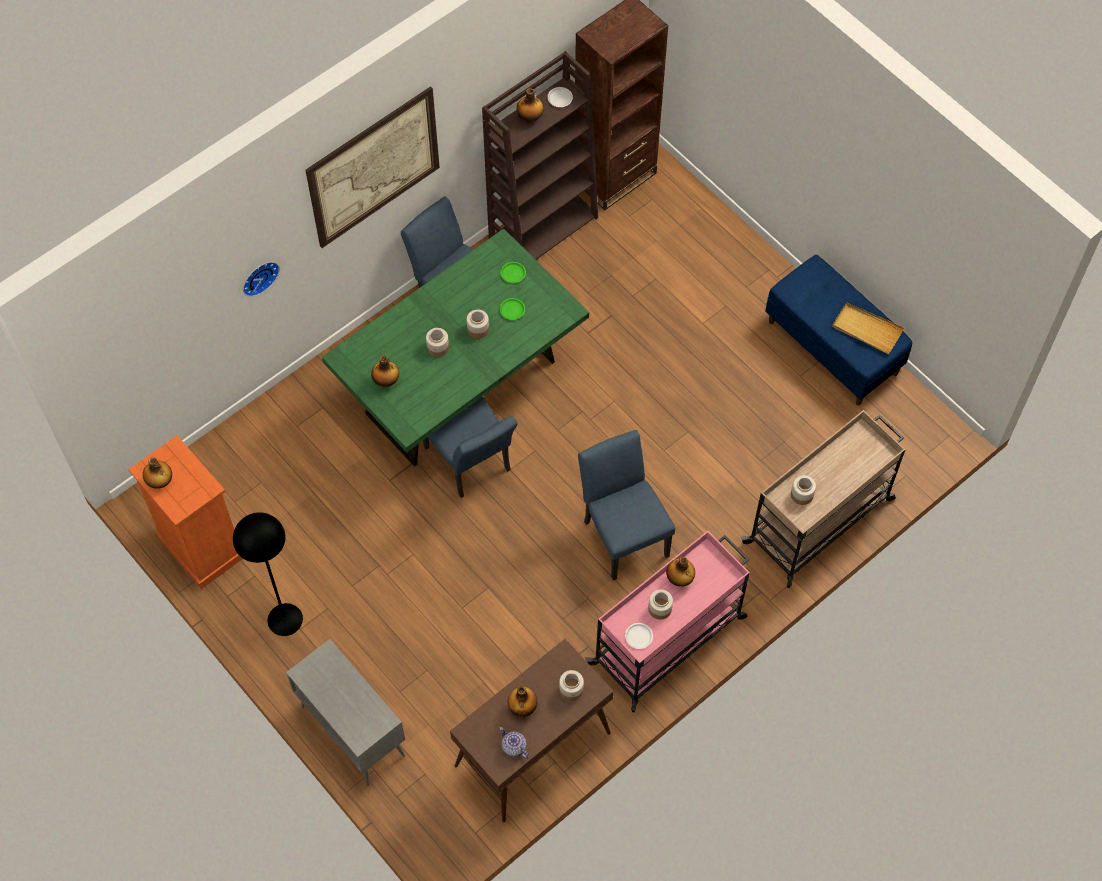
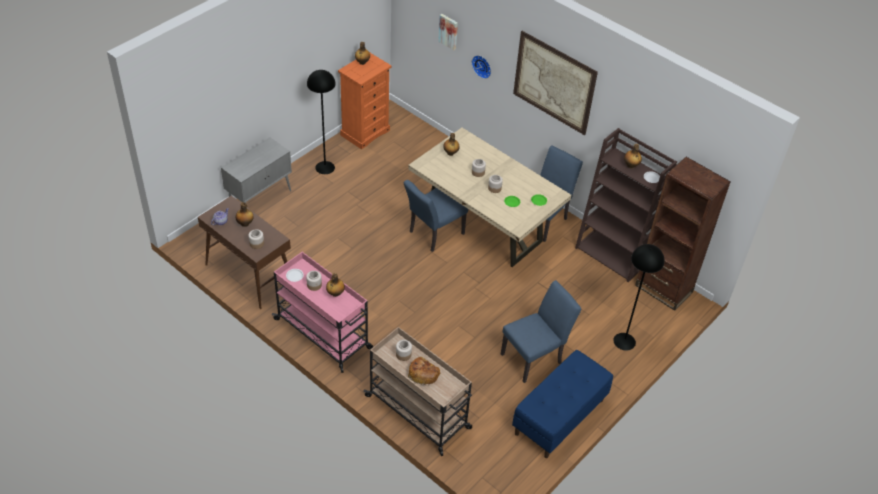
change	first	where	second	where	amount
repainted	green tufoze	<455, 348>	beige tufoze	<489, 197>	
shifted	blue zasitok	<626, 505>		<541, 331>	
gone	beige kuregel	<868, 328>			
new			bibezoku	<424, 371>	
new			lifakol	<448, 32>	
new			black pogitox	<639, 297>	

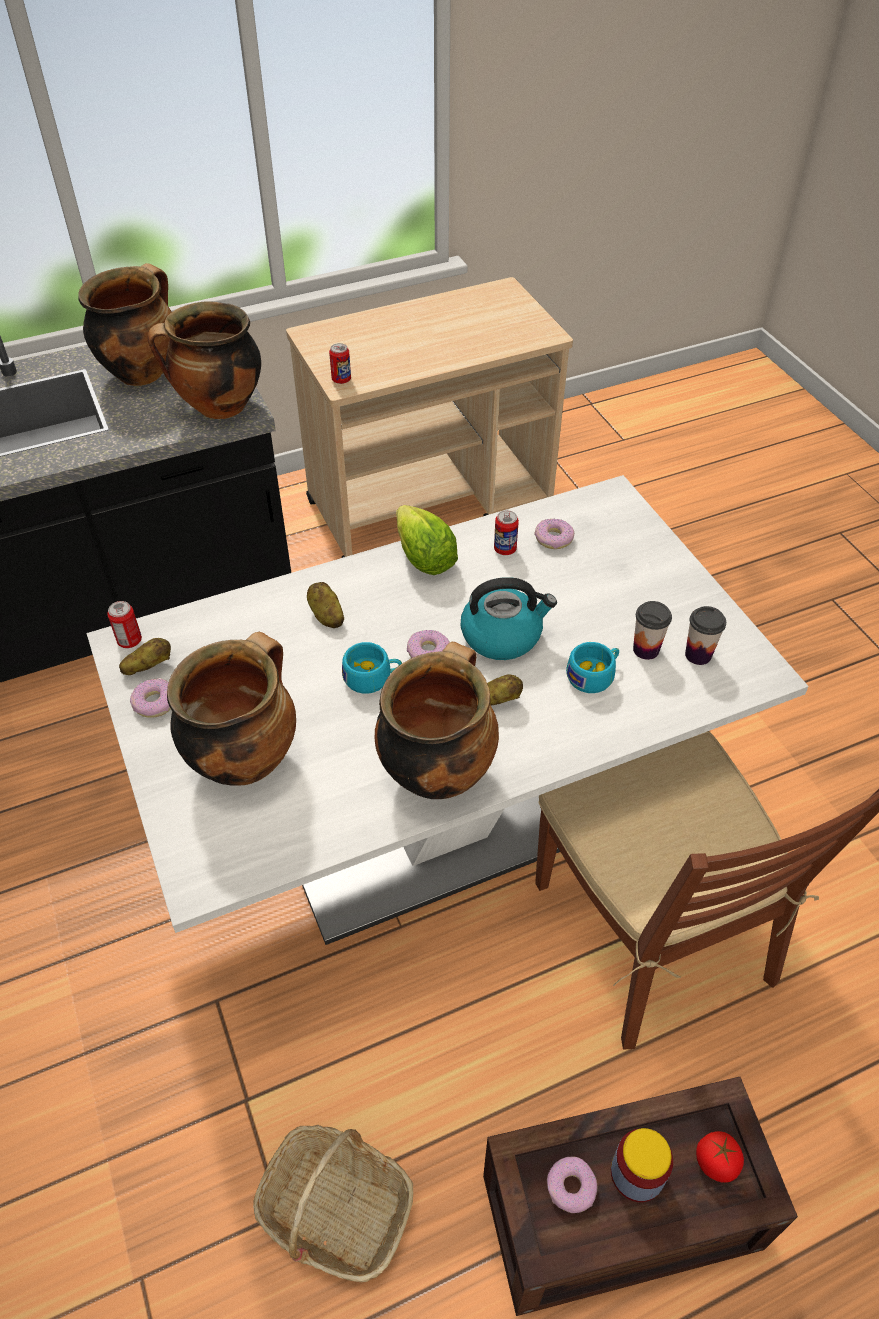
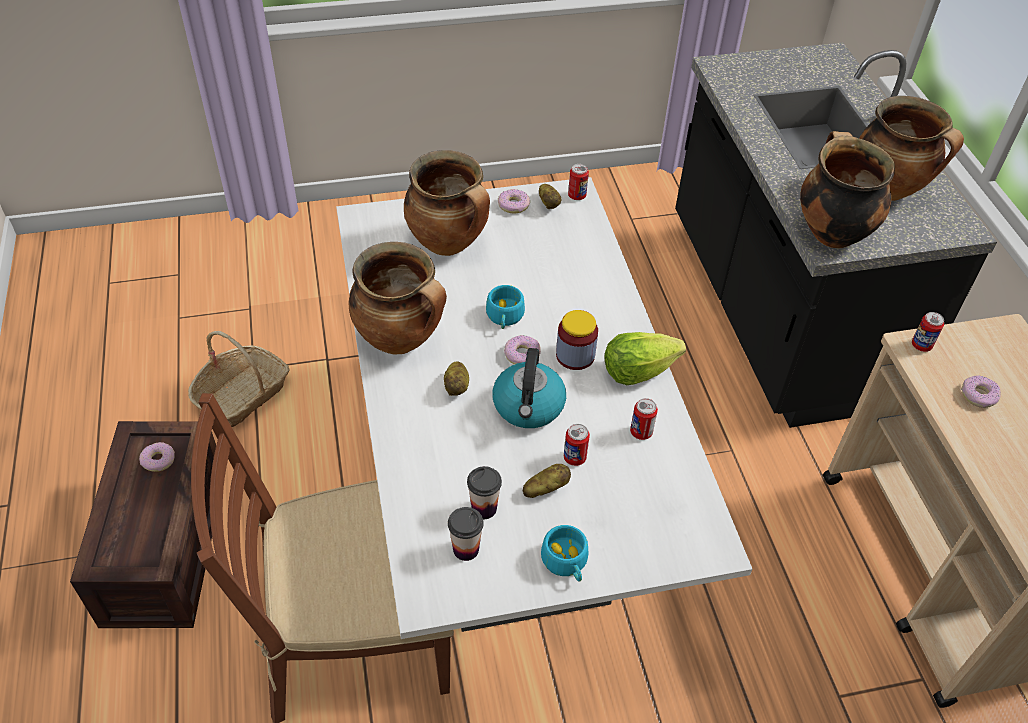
change	first	where	second	where	amount
shifted	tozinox	<325, 605>		<547, 481>	
shifted	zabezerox	<554, 534>		<981, 392>	
shifted	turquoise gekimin	<592, 667>		<564, 553>	
shifted	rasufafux	<642, 1165>		<577, 340>	
gone	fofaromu	<720, 1157>			
new			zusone	<577, 445>	

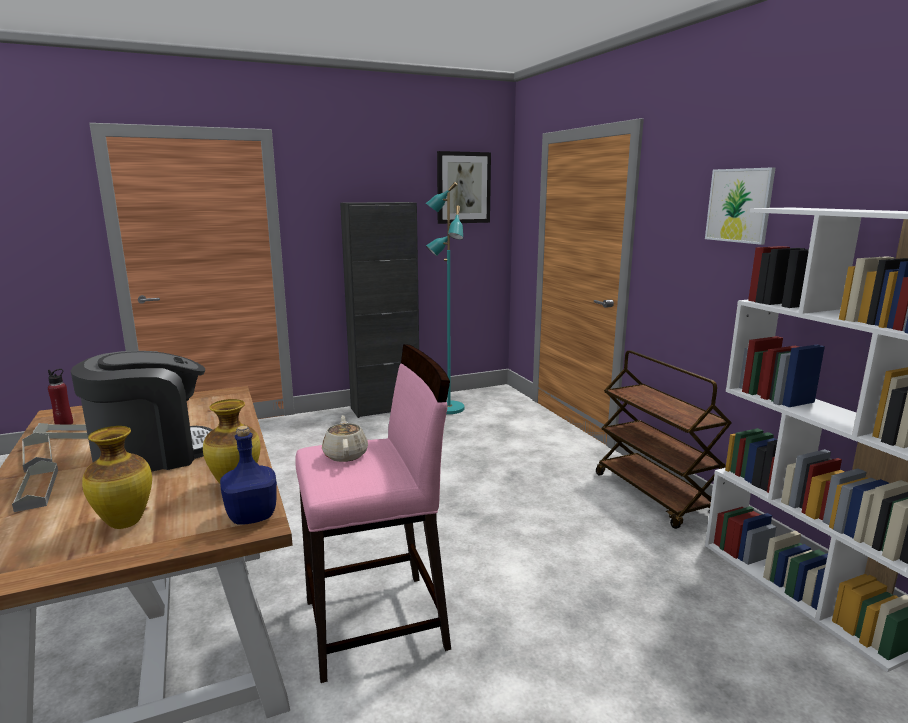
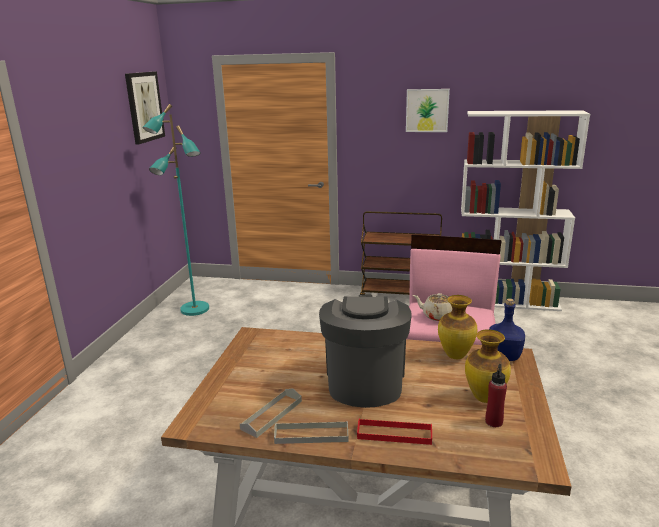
change	first	where	second	where	amount
repainted	grey kuregel	<35, 486>	red kuregel	<394, 431>	
shifted	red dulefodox	<60, 396>		<496, 395>	
gone	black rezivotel	<379, 310>			

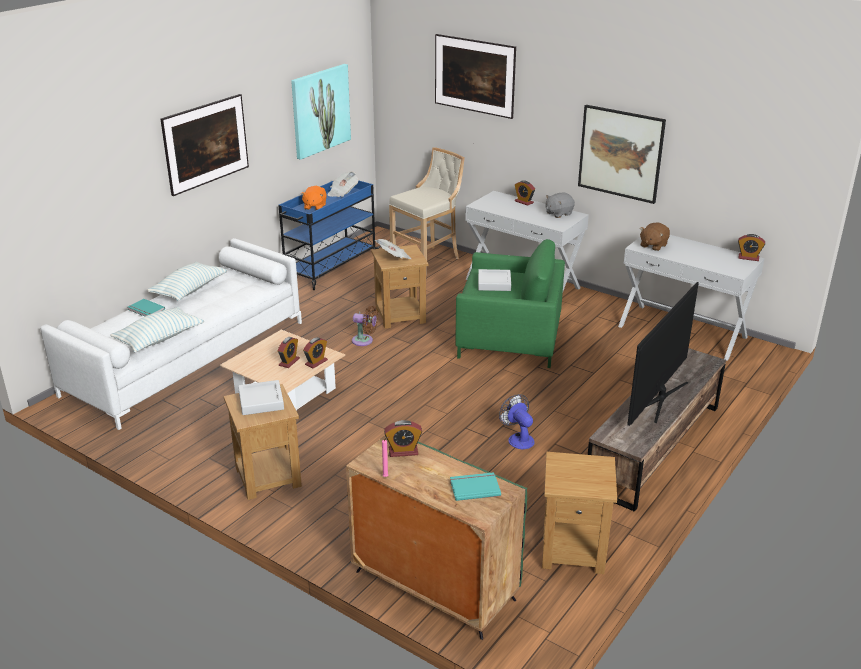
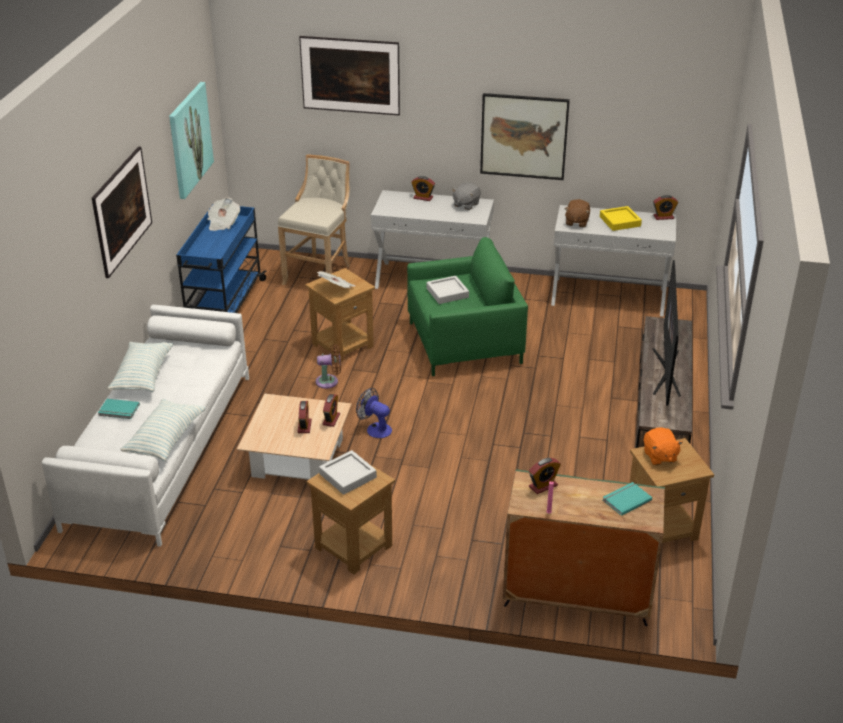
change	first	where	second	where	amount
shifted	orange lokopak	<314, 198>		<663, 446>	
shifted	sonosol	<517, 421>		<374, 413>	
new			yellow kuregel	<621, 218>	

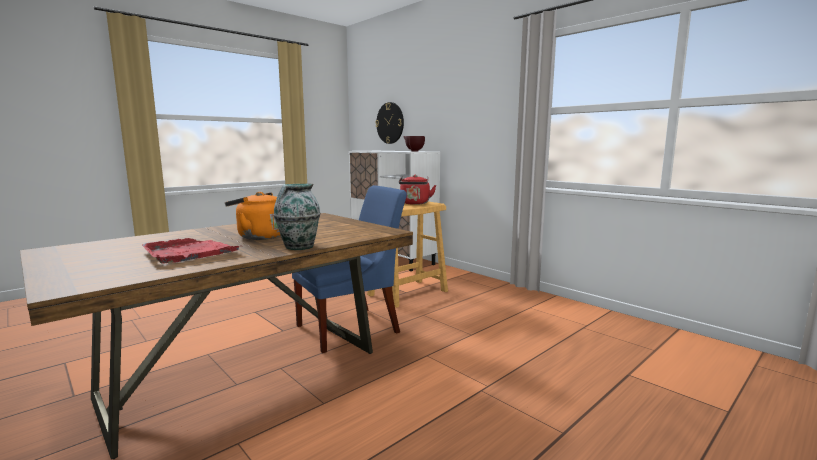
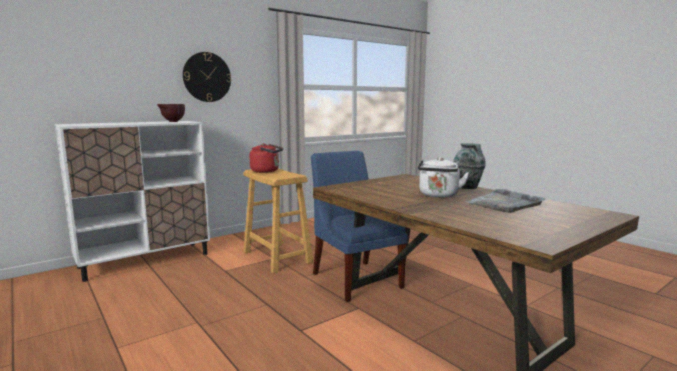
change	first	where	second	where	amount
repainted	red kuregel	<190, 250>	grey kuregel	<506, 201>	
repainted	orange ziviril	<253, 216>	white ziviril	<443, 177>	
shifted	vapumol	<389, 123>		<207, 77>	

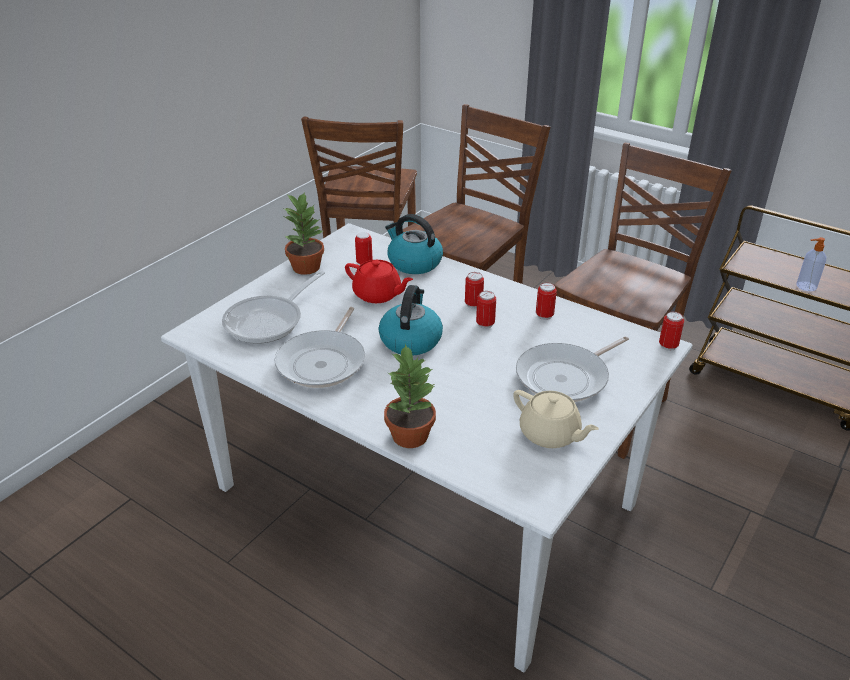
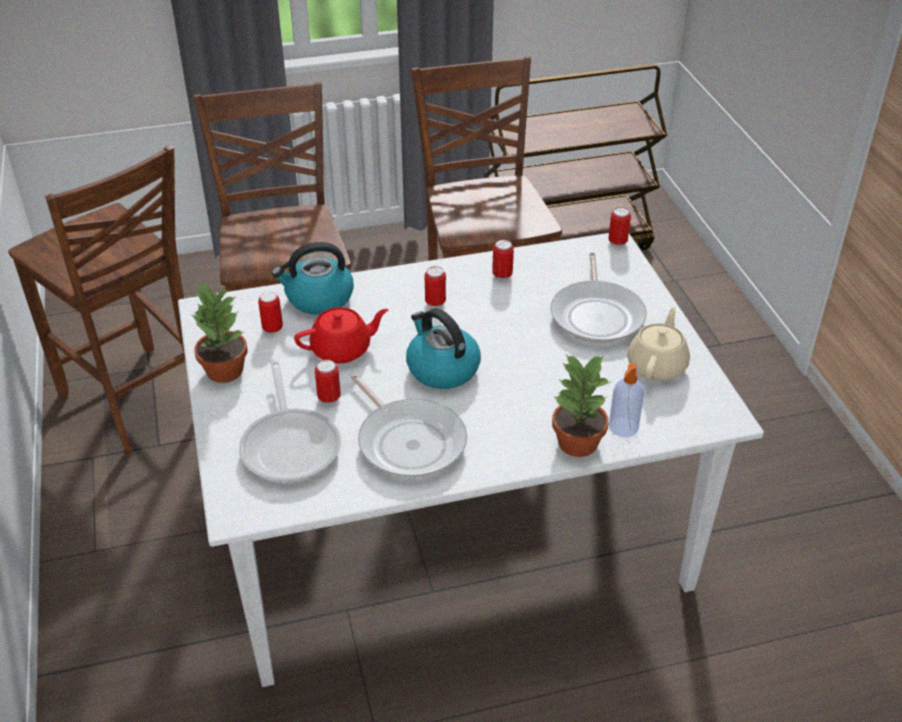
change	first	where	second	where	amount
shifted	zusone	<486, 310>		<328, 382>	
rotated	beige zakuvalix	<556, 419>		<658, 344>	60 degrees counterclockwise
shifted	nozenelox	<811, 264>		<626, 400>	

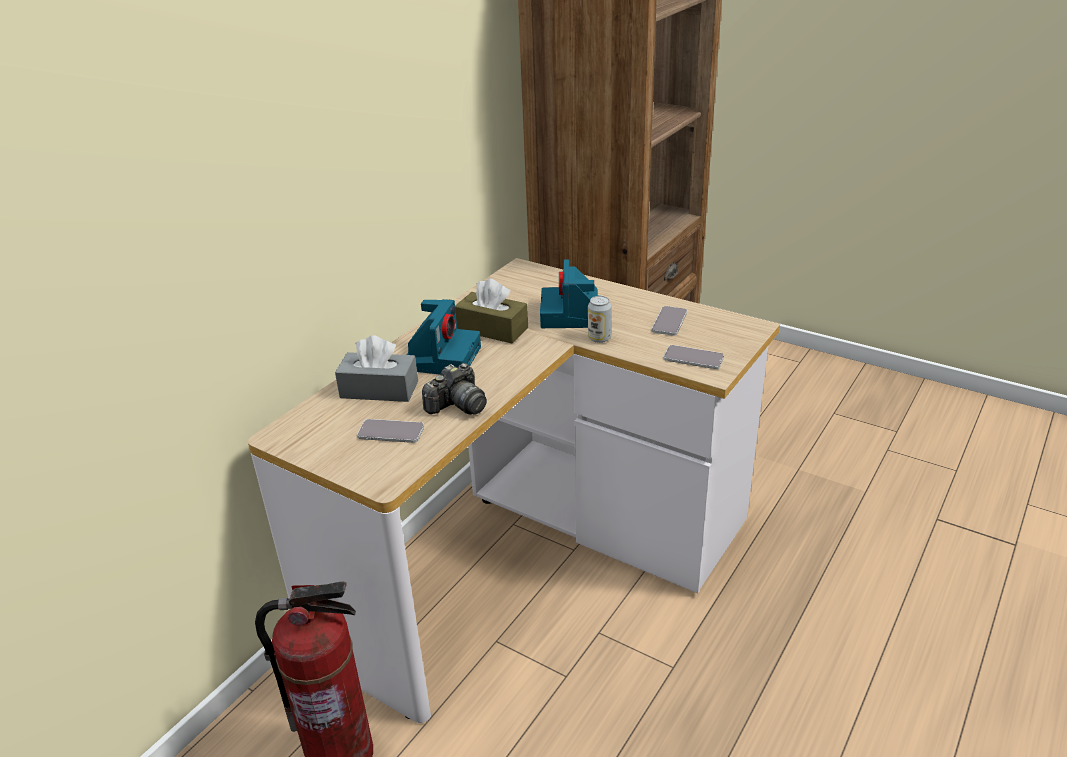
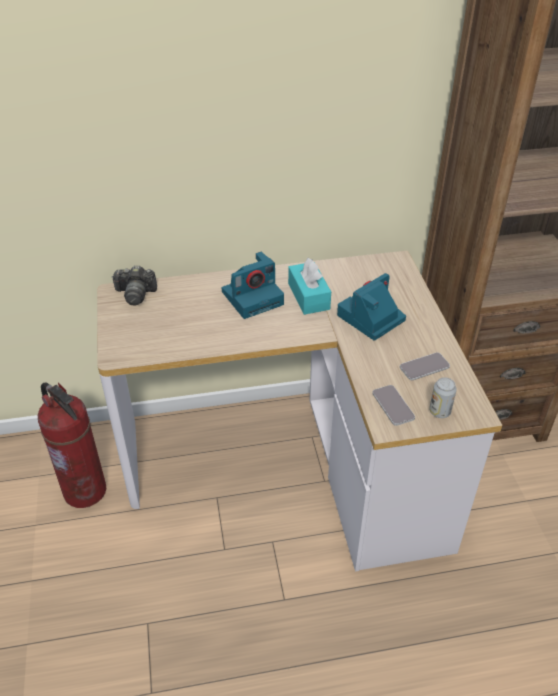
change	first	where	second	where	amount
gone	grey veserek	<376, 368>			
gone	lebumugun	<390, 431>			
shifted	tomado	<454, 389>		<134, 285>	
repainted	brown veserek	<491, 311>	turquoise veserek	<309, 286>	
shifted	zusone	<600, 319>		<443, 397>	

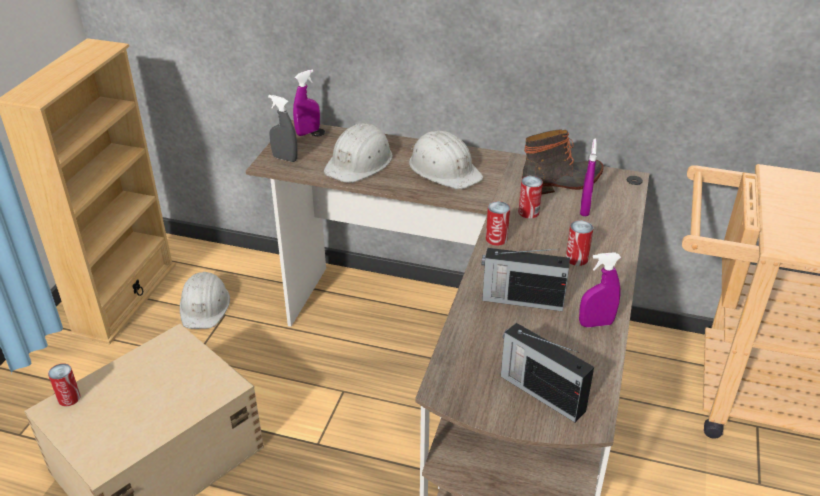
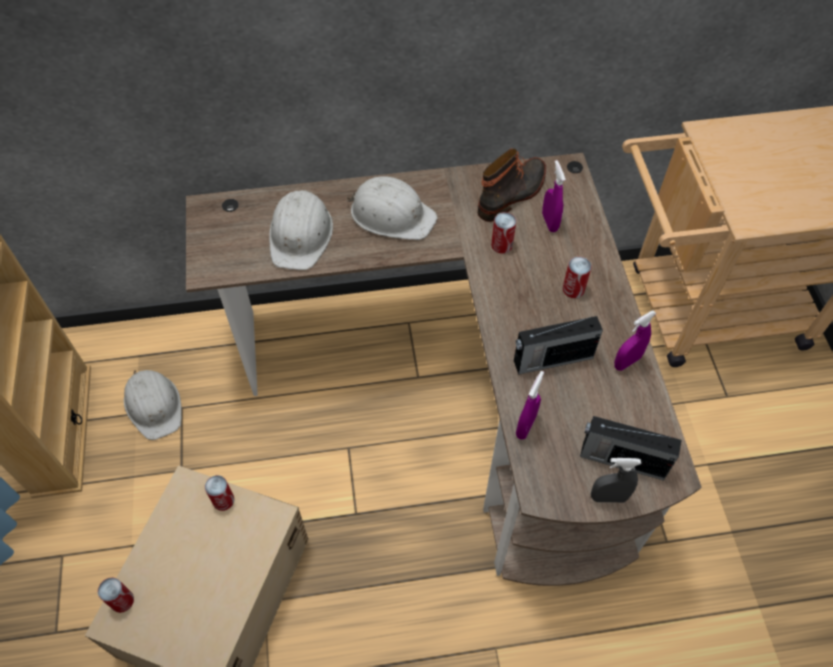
change	first	where	second	where	amount
shifted	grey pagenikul	<282, 128>		<616, 480>	
shifted	purple pagenikul	<306, 102>		<530, 405>	
shifted	zusone	<498, 223>		<219, 493>	

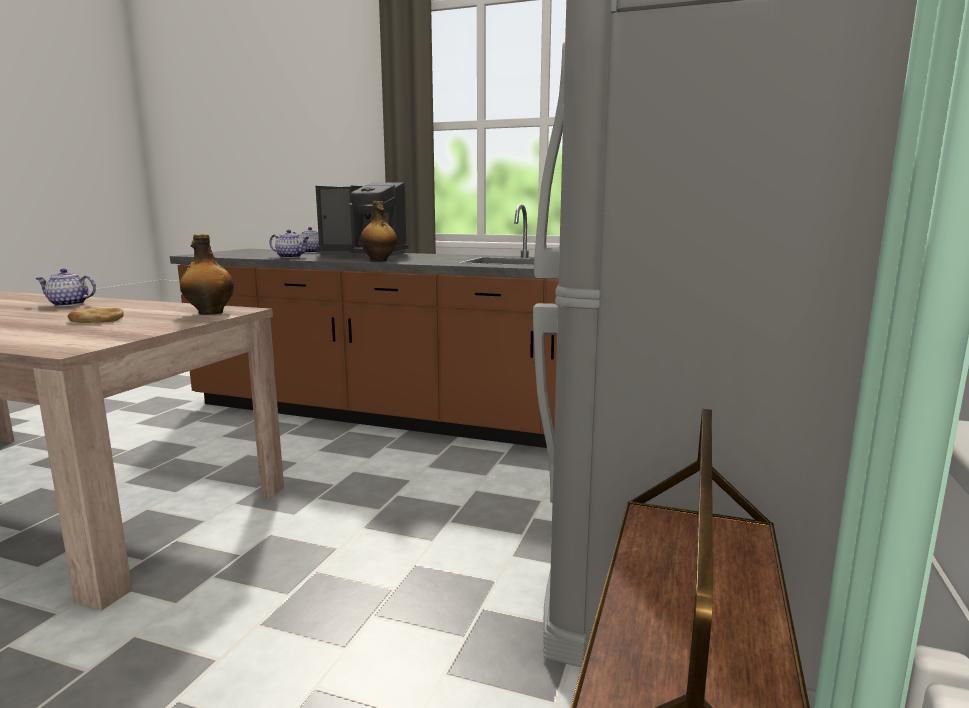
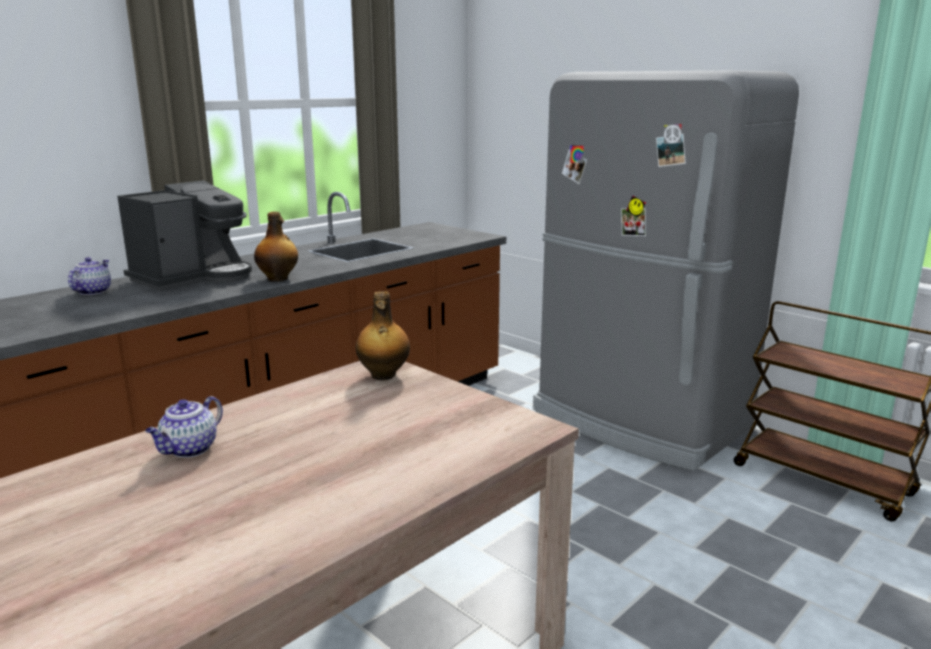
change	first	where	second	where	amount
gone	bibezoku	<95, 315>			
gone	zakuvalix	<289, 244>			

